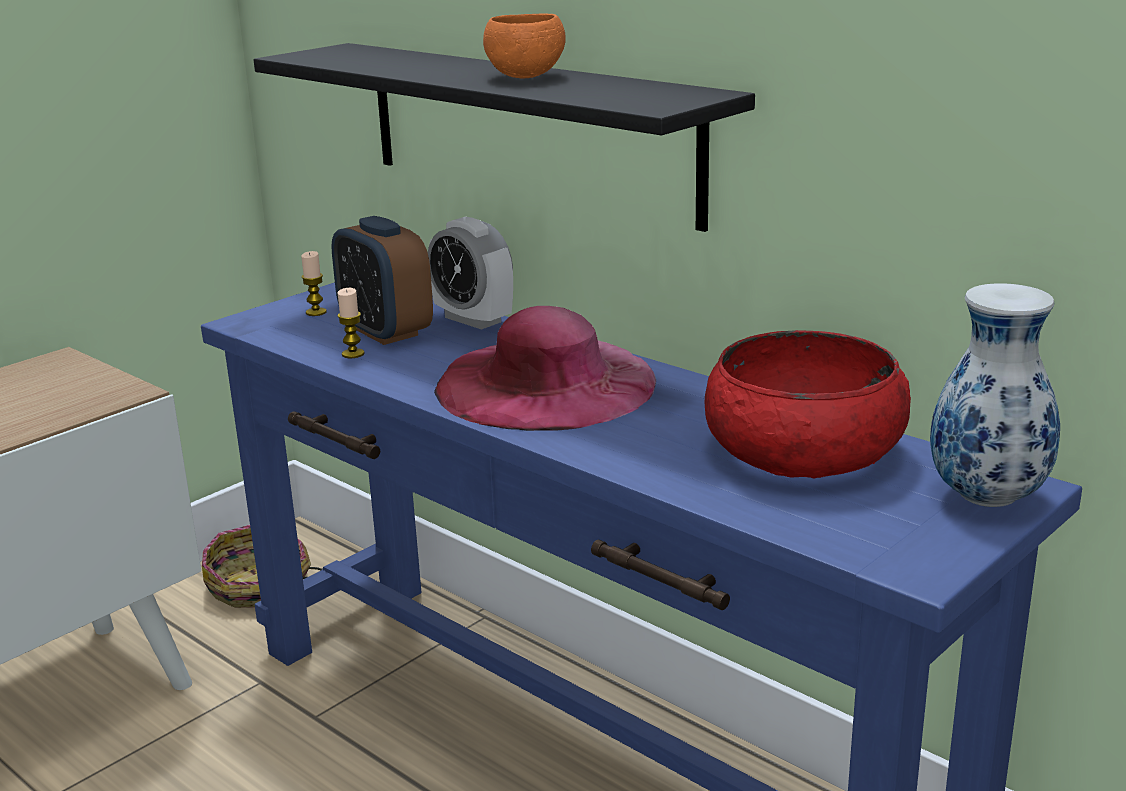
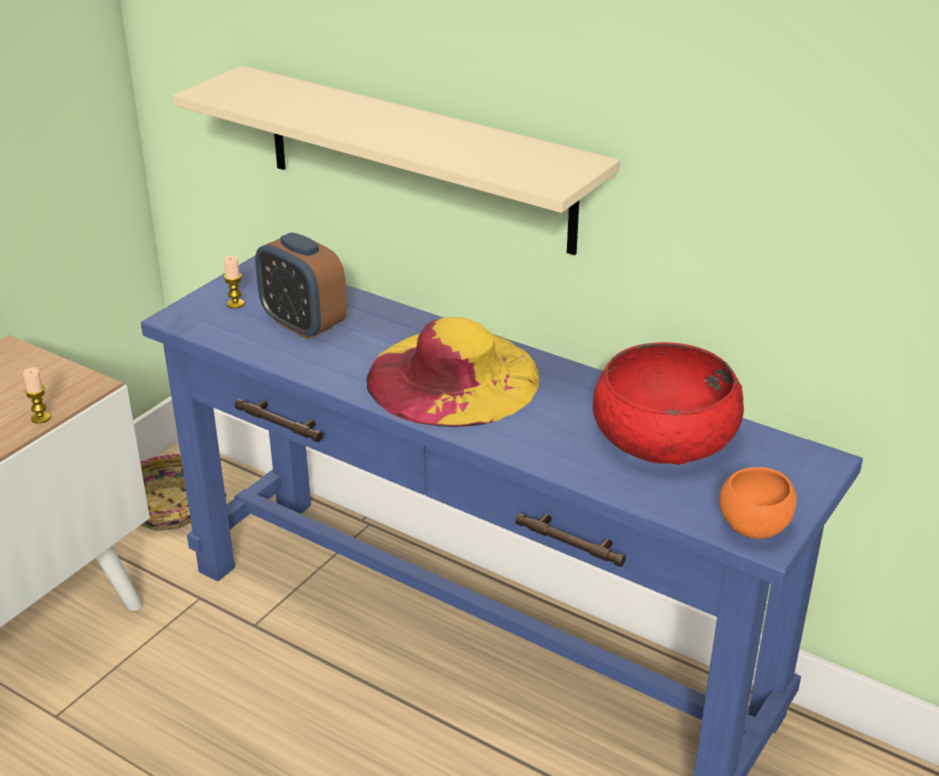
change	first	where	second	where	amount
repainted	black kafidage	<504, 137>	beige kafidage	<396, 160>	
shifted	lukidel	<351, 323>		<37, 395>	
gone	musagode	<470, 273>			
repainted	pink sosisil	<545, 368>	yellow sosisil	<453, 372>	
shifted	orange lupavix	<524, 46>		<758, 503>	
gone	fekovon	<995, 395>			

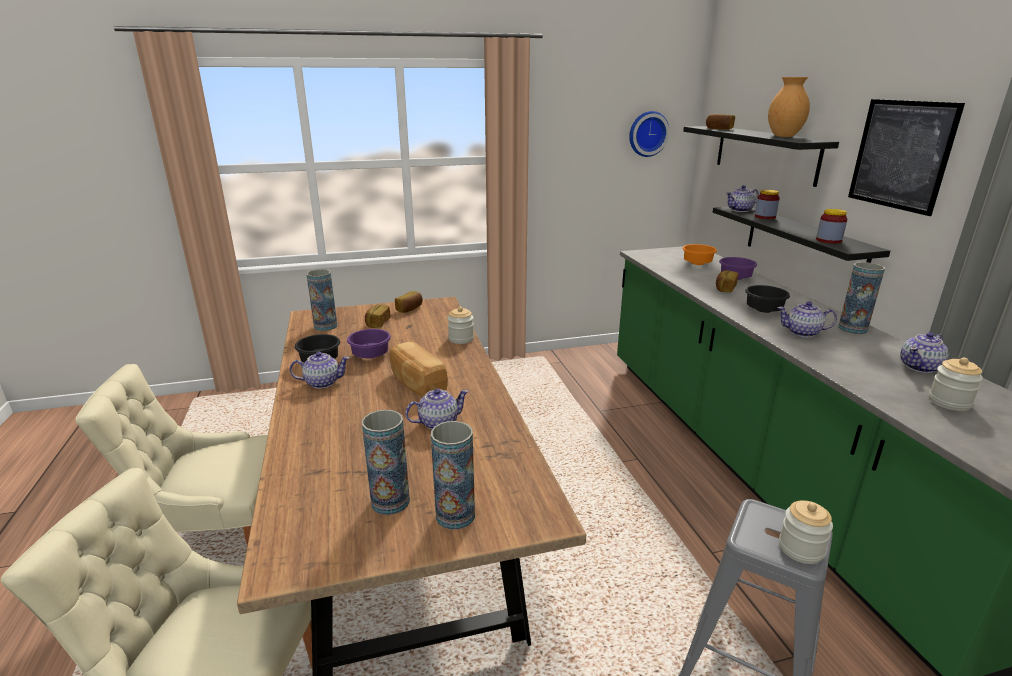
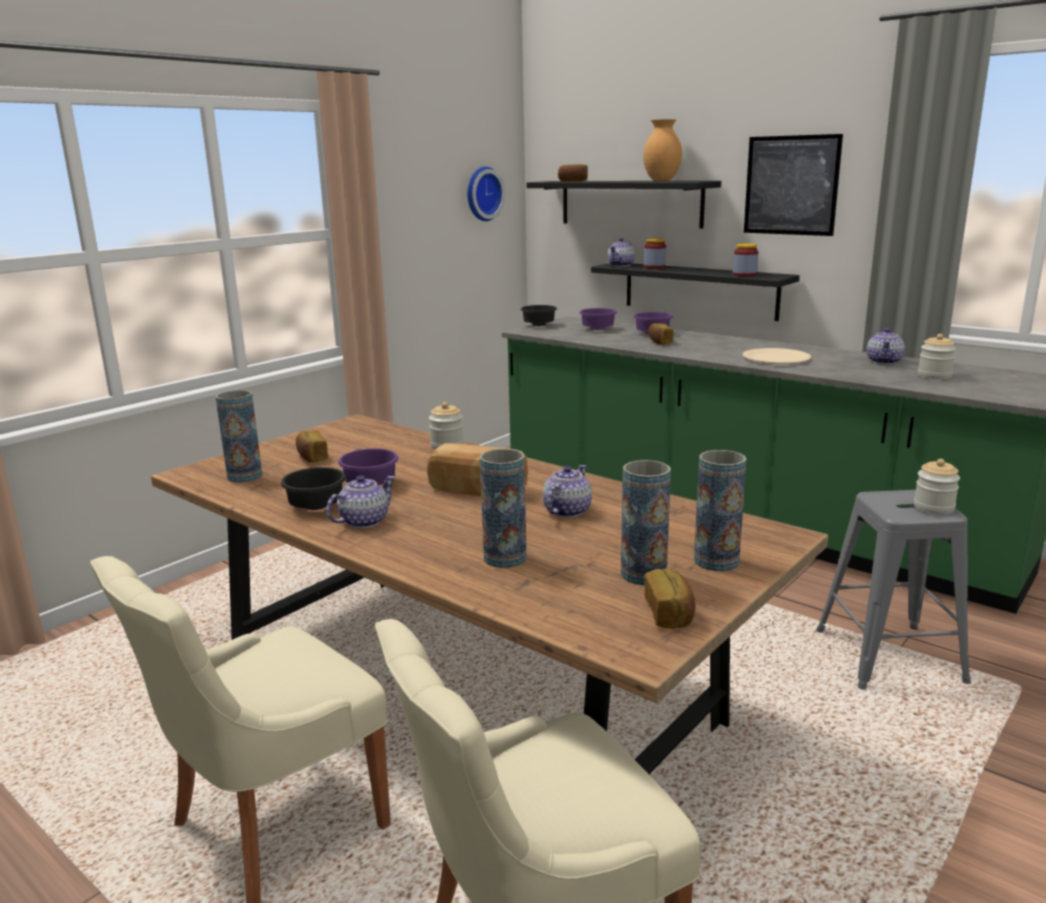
change	first	where	second	where	amount
shifted	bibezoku	<409, 302>		<670, 599>	
repainted	orange lupavix	<699, 254>	purple lupavix	<598, 319>	
shifted	black lupavix	<767, 299>		<539, 315>	
swapped	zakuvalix	<807, 319>	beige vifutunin	<776, 356>	
shifted	fekovon	<861, 298>		<503, 508>	

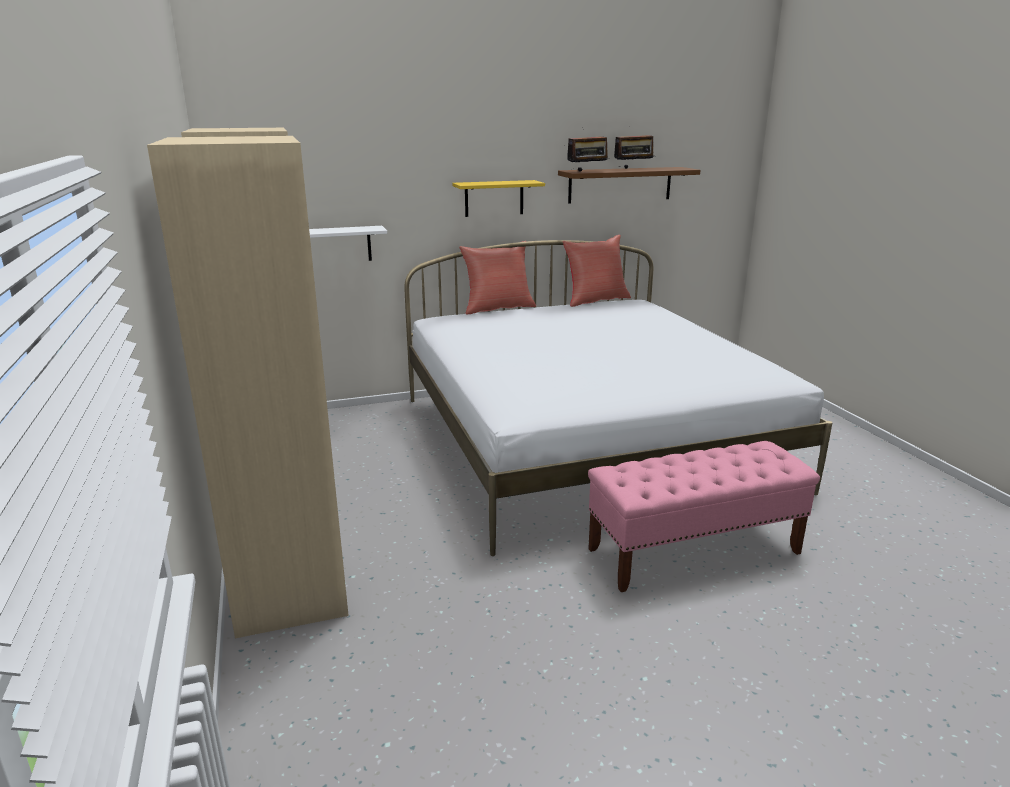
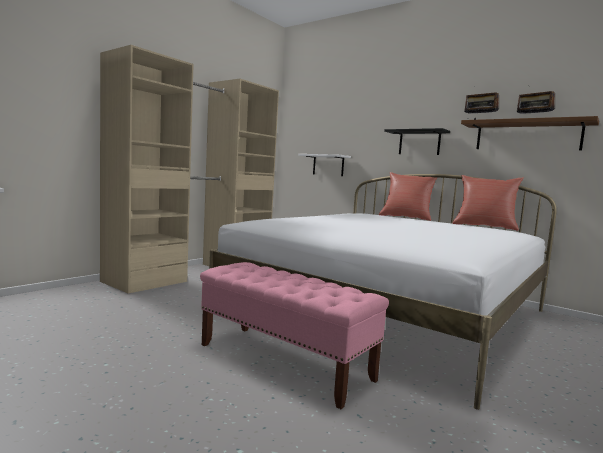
change	first	where	second	where	amount
repainted	yellow kafidage	<498, 198>	black kafidage	<417, 141>	

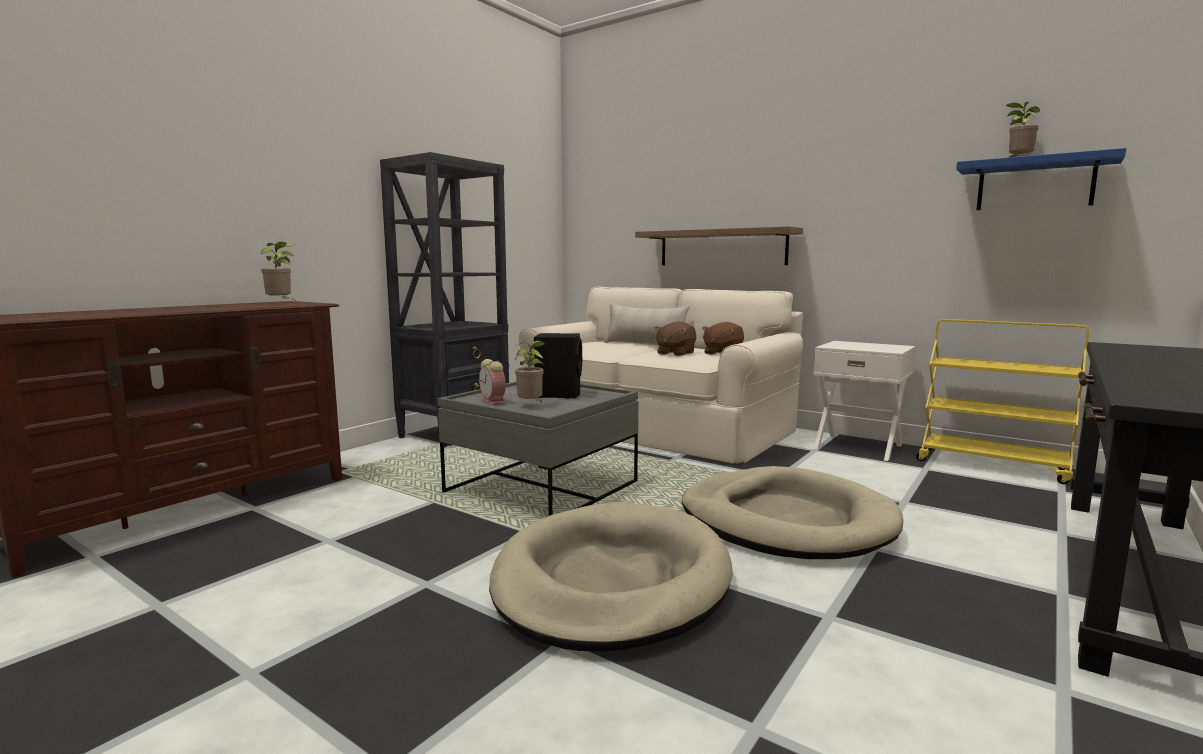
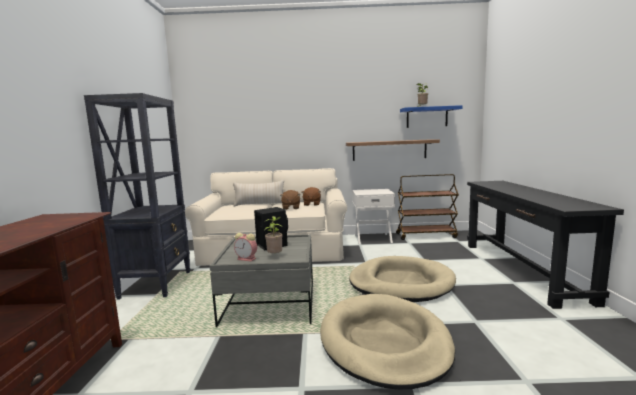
change	first	where	second	where	amount
gone	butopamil	<278, 271>			
shifted	kafidage	<719, 245>		<393, 150>	
repainted	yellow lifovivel	<1002, 401>	brown lifovivel	<427, 207>	

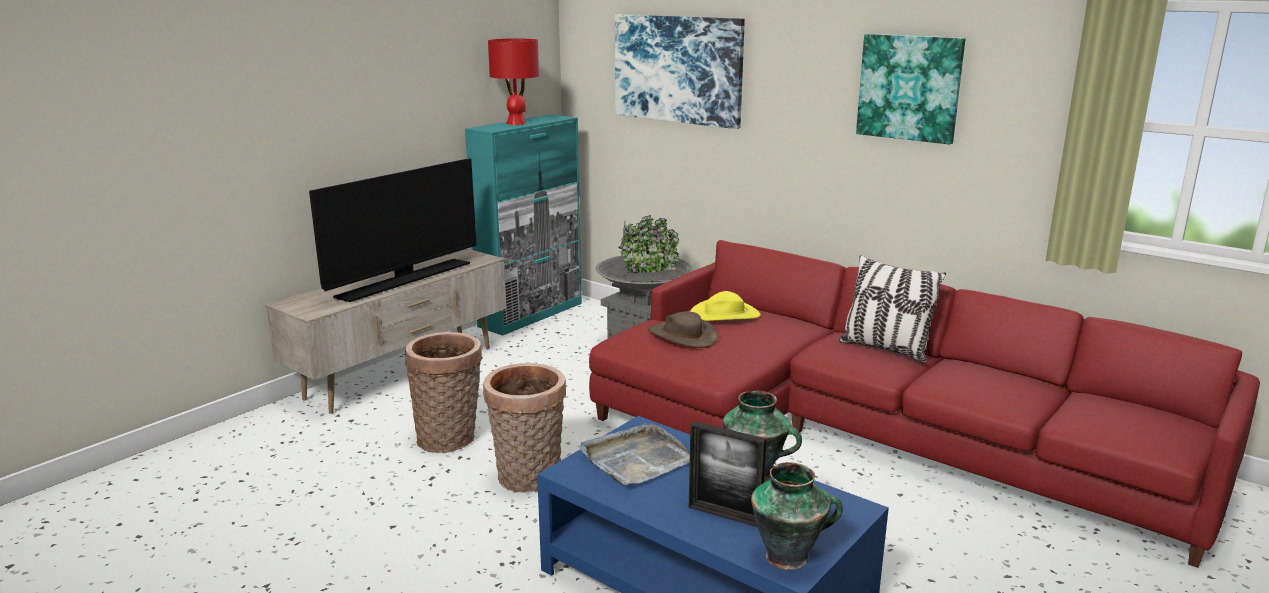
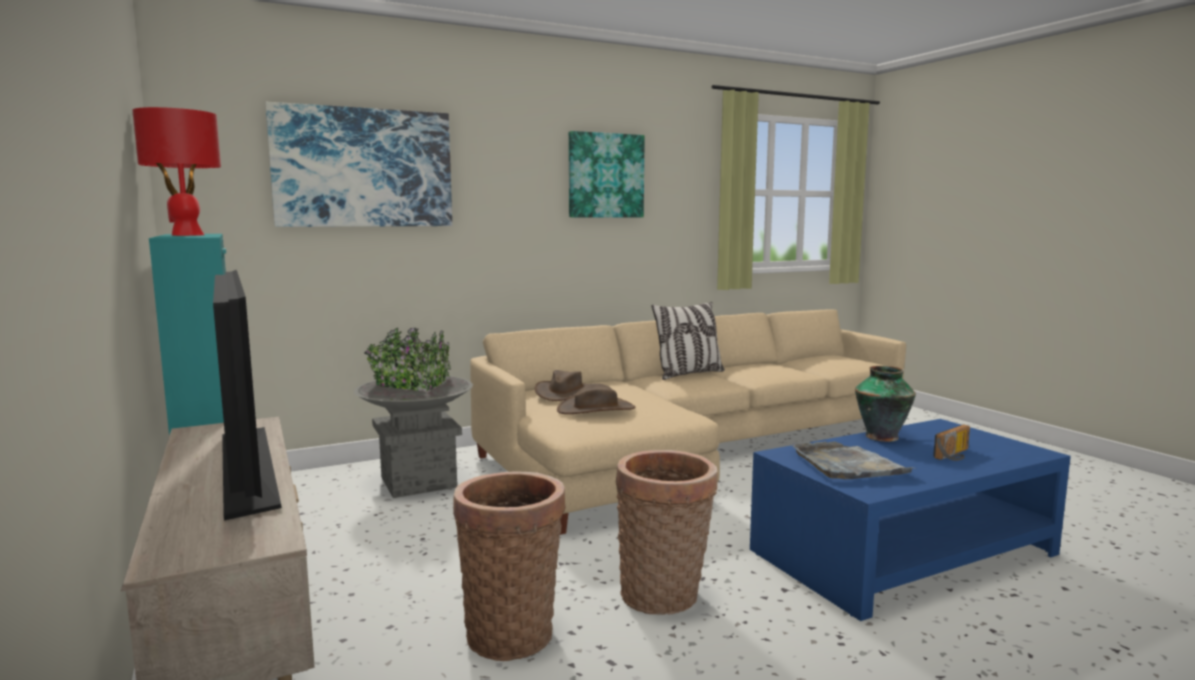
change	first	where	second	where	amount
repainted	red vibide	<924, 404>	beige vibide	<688, 422>	
swapped	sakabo	<728, 474>	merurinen	<951, 442>	
repainted	yellow sosisil	<725, 306>	brown sosisil	<562, 385>	
gone	fekovon	<797, 516>			

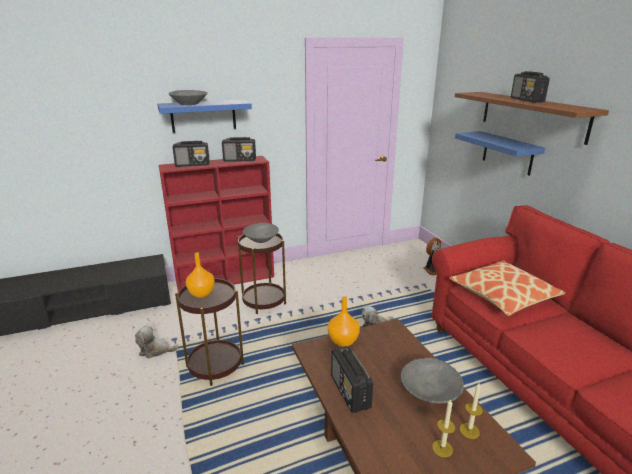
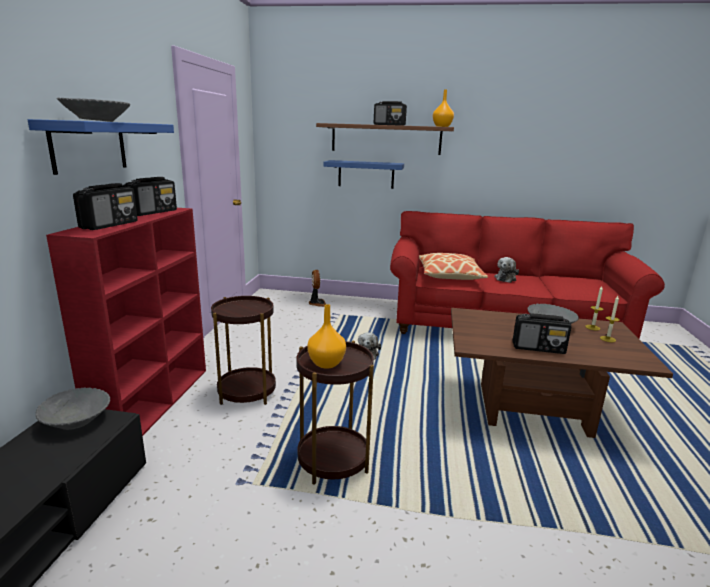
change	first	where	second	where	amount
shifted	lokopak	<156, 342>		<506, 270>	
shifted	grey lupavix	<261, 233>		<72, 409>	
shifted	orange fekovon	<344, 321>		<443, 108>	

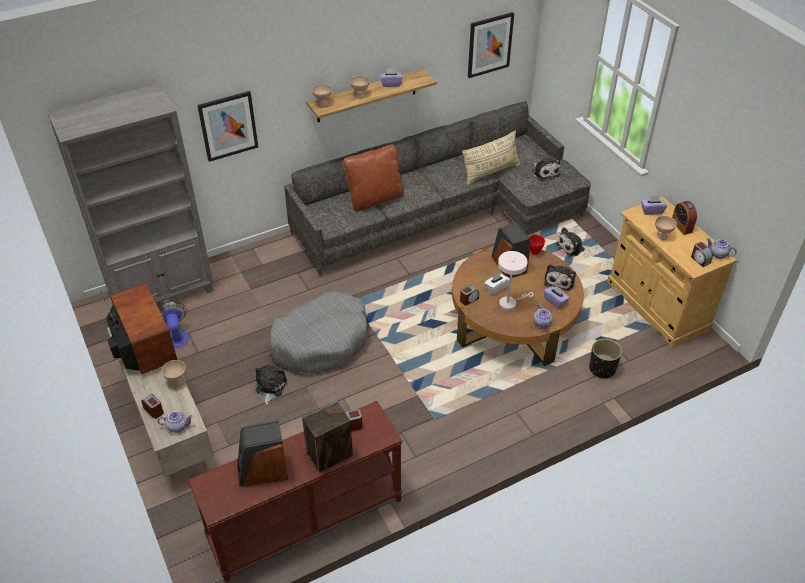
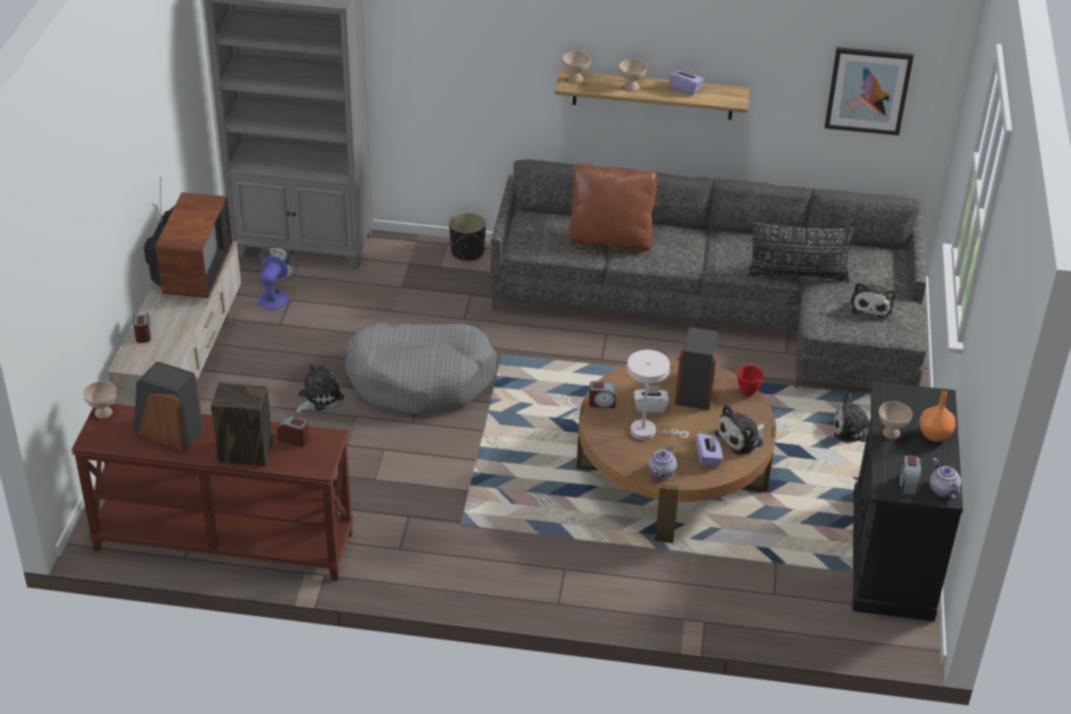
change	first	where	second	where	amount
gone	zakuvalix	<175, 422>			
shifted	beige lupavix	<174, 373>		<100, 400>	
gone	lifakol	<227, 126>			
repainted	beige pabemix	<491, 158>	black pabemix	<800, 252>	
shifted	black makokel	<605, 358>		<467, 236>	
repainted	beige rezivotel	<672, 271>	black rezivotel	<908, 501>	
gone	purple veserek	<654, 205>			
swapped	musagode	<684, 218>	orange fekovon	<938, 416>	

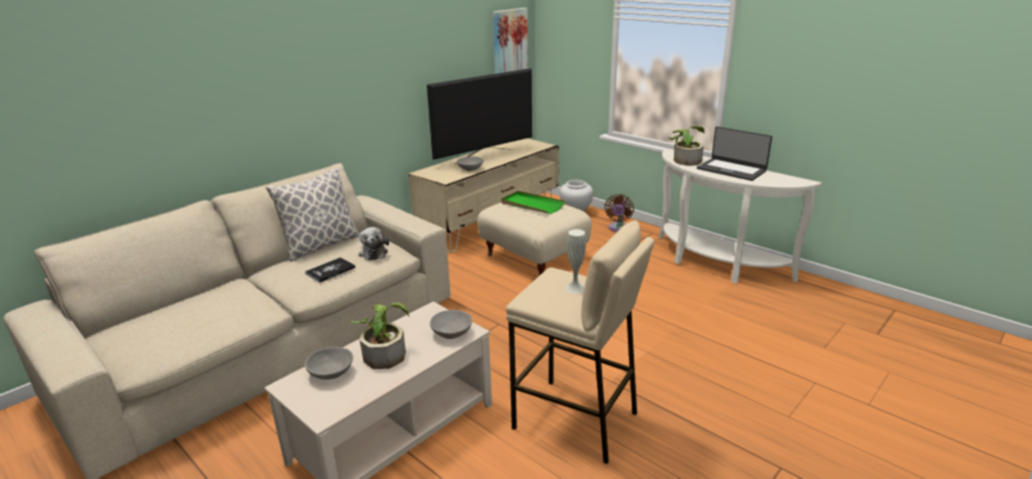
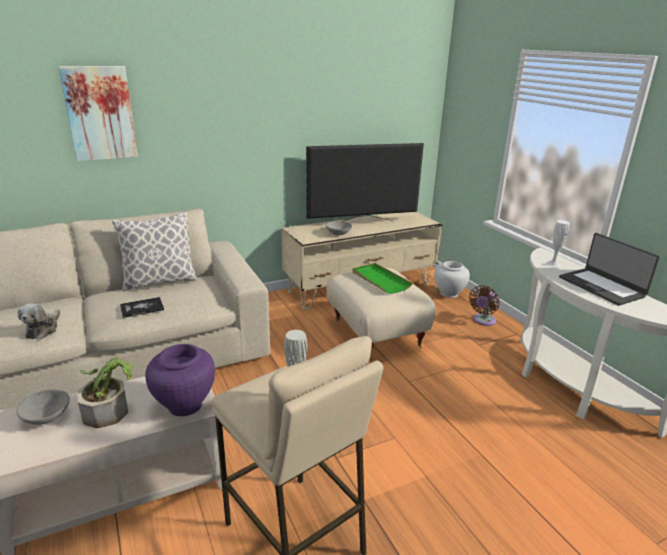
change	first	where	second	where	amount
shifted	lokopak	<374, 243>		<39, 321>	
swapped	grey lupavix	<451, 324>	purple fekovon	<180, 380>	
shifted	lifakol	<510, 41>		<98, 113>	
swapped	butopamil	<686, 146>	white fekovon	<558, 244>	

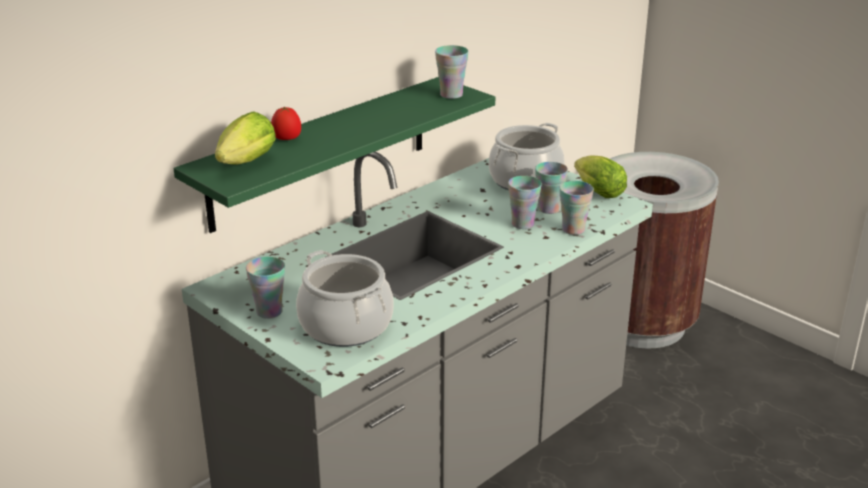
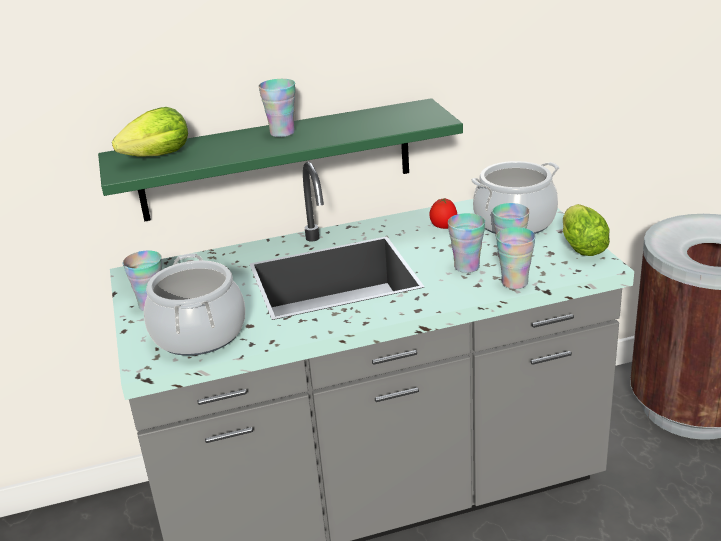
change	first	where	second	where	amount
shifted	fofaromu	<286, 123>		<443, 213>	
shifted	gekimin	<452, 72>		<276, 108>	

